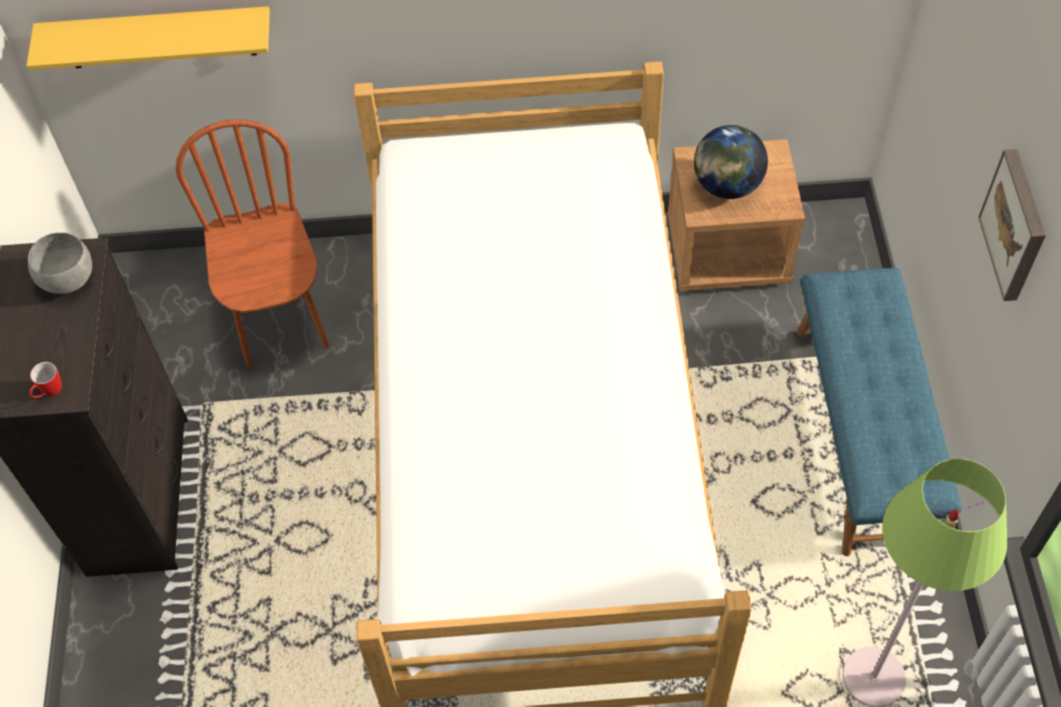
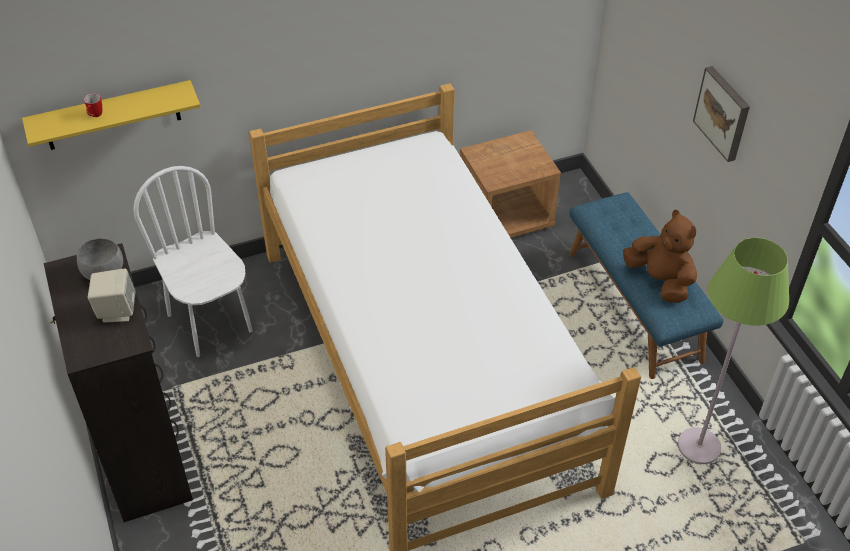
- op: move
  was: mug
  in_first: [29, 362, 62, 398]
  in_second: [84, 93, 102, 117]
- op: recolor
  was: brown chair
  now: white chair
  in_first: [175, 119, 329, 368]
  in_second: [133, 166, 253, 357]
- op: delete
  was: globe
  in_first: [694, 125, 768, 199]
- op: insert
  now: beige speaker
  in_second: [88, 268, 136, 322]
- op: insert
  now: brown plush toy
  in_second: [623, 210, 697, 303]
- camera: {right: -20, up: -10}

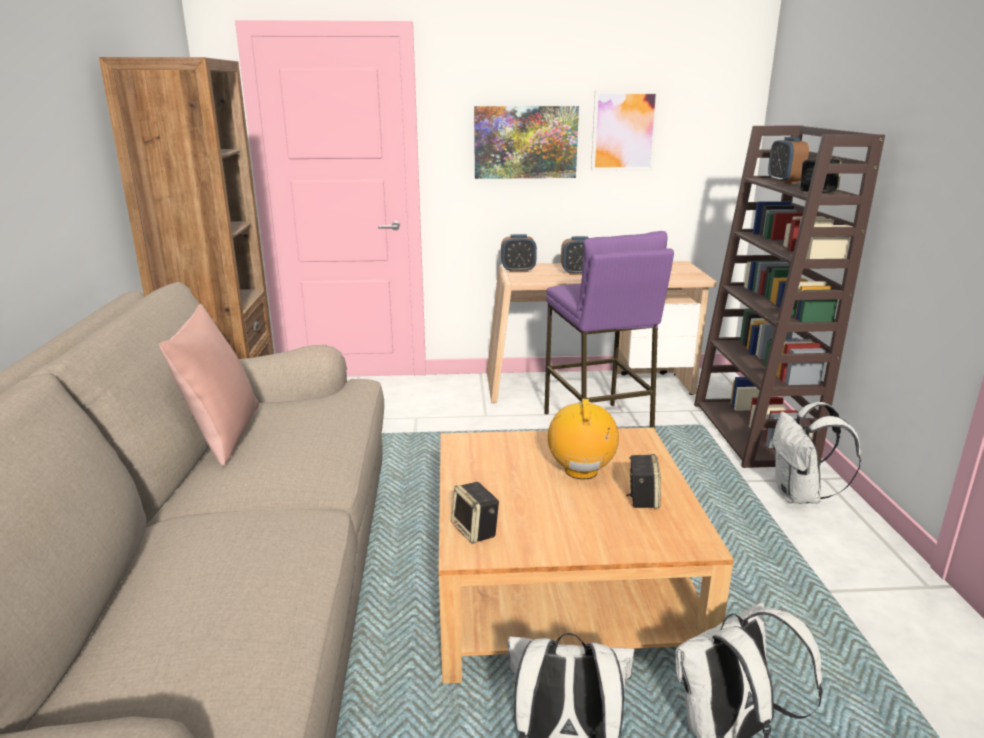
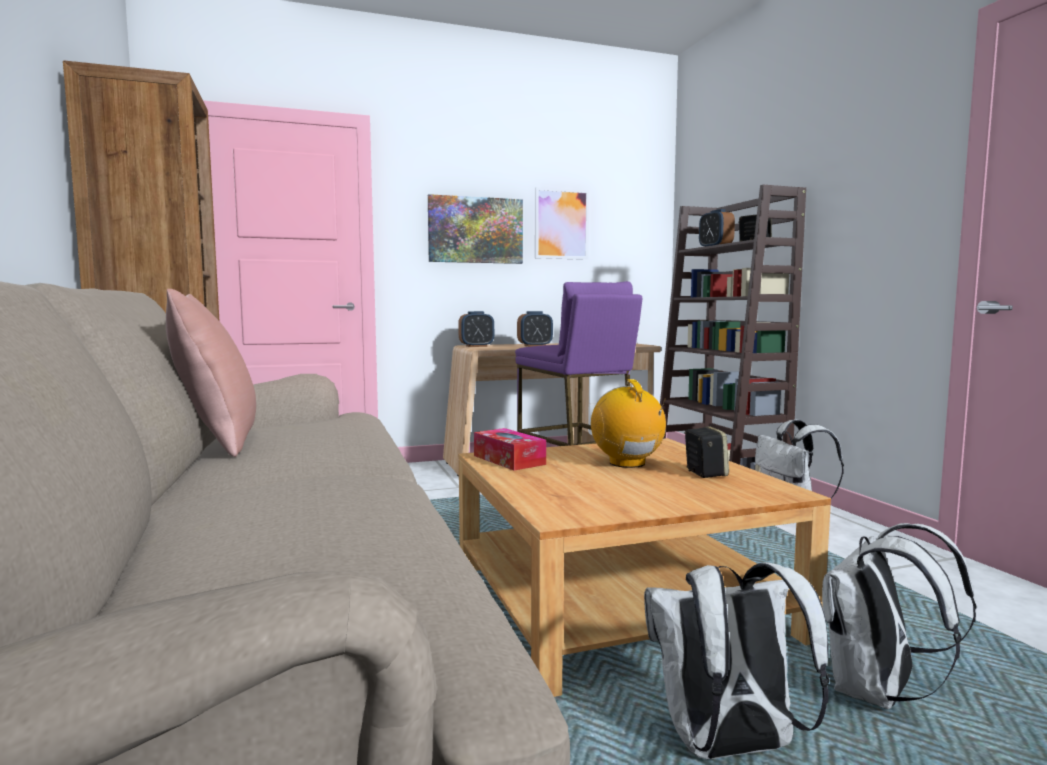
- op: delete
  was: speaker
  in_first: [451, 482, 499, 544]
- op: insert
  now: tissue box
  in_second: [474, 428, 546, 470]
- camera: {right: -15, up: -15}

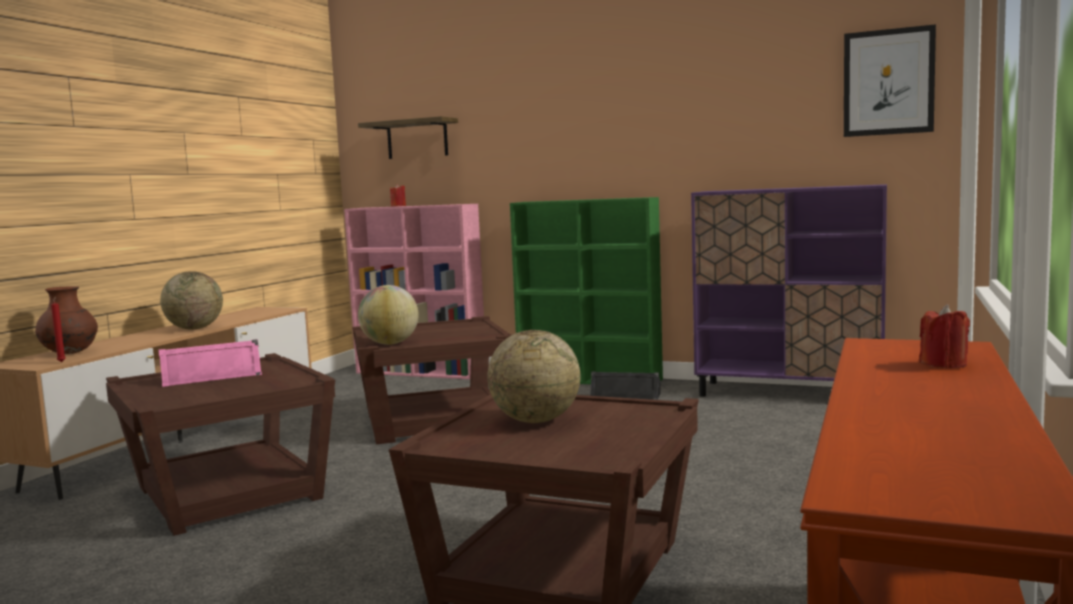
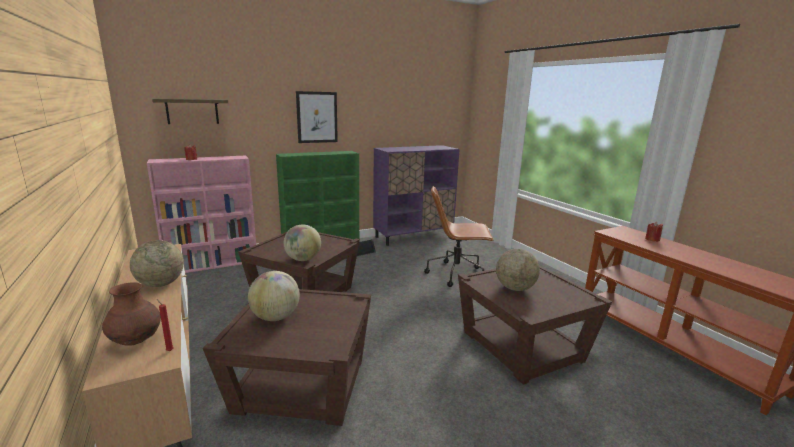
- op: replace
  was: pink speaker
  now: globe
  in_first: [159, 339, 262, 387]
  in_second: [248, 271, 300, 321]
- op: move
  was: picture
  in_first: [844, 24, 936, 137]
  in_second: [296, 91, 338, 143]
- op: insert
  now: brown office chair
  in_second: [424, 186, 494, 287]
- camera: {right: -50, up: 10}

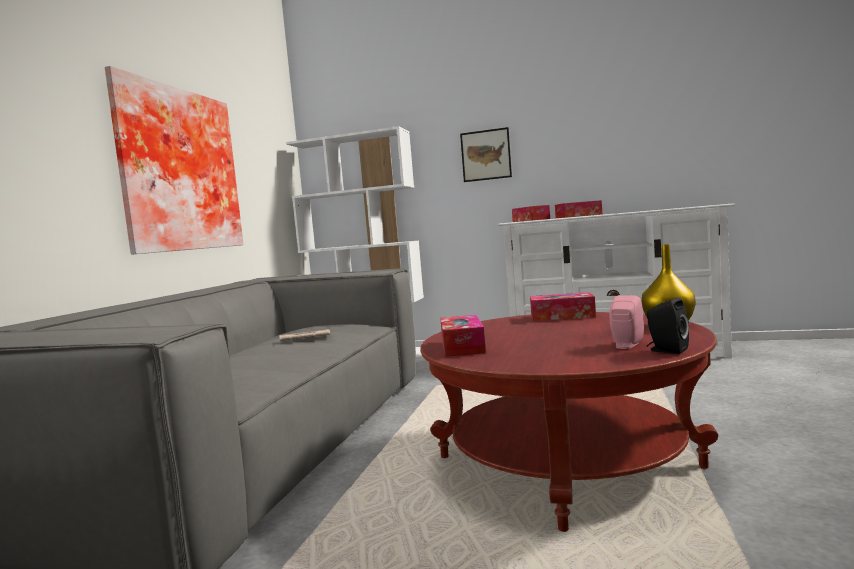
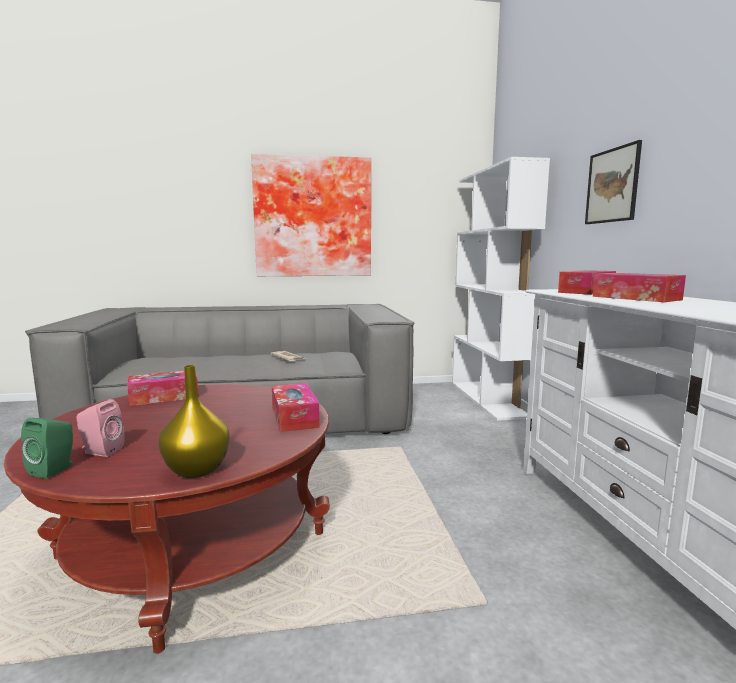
- op: recolor
  was: black speaker
  now: green speaker
  in_first: [647, 298, 689, 354]
  in_second: [21, 418, 73, 479]
- camera: {right: 65, up: 5}

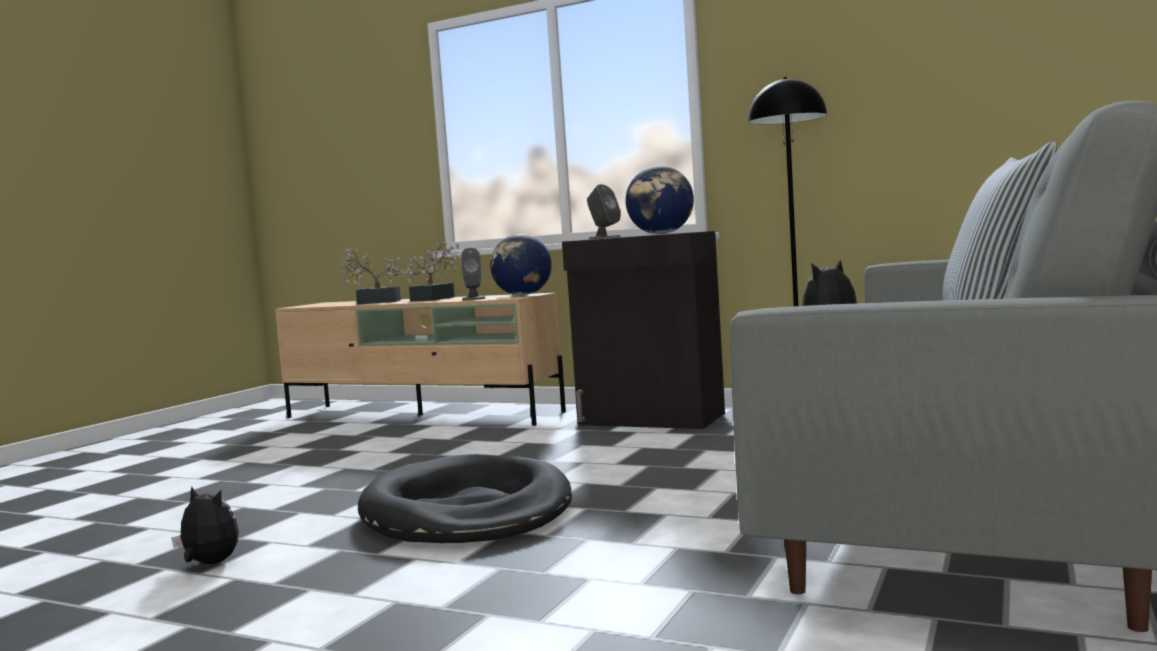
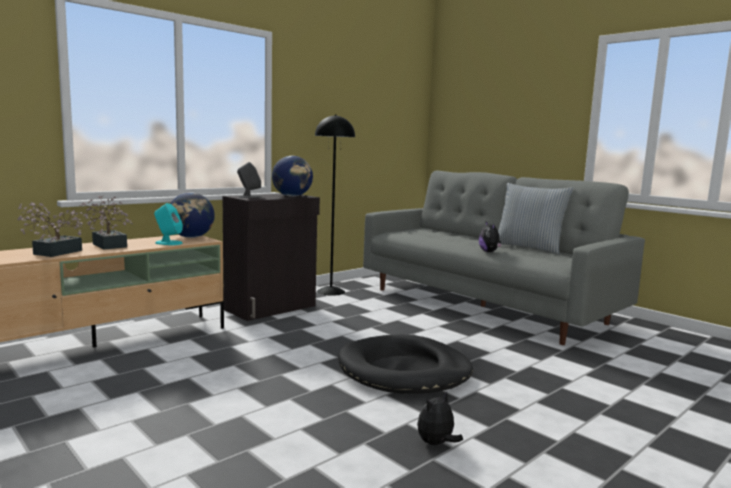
- op: recolor
  was: grey speaker
  now: turquoise speaker
  in_first: [461, 248, 486, 300]
  in_second: [154, 203, 183, 245]
- camera: {right: -70, up: 5}

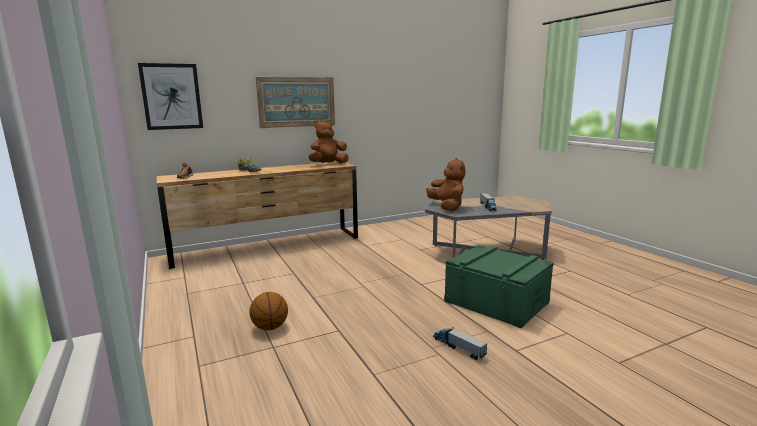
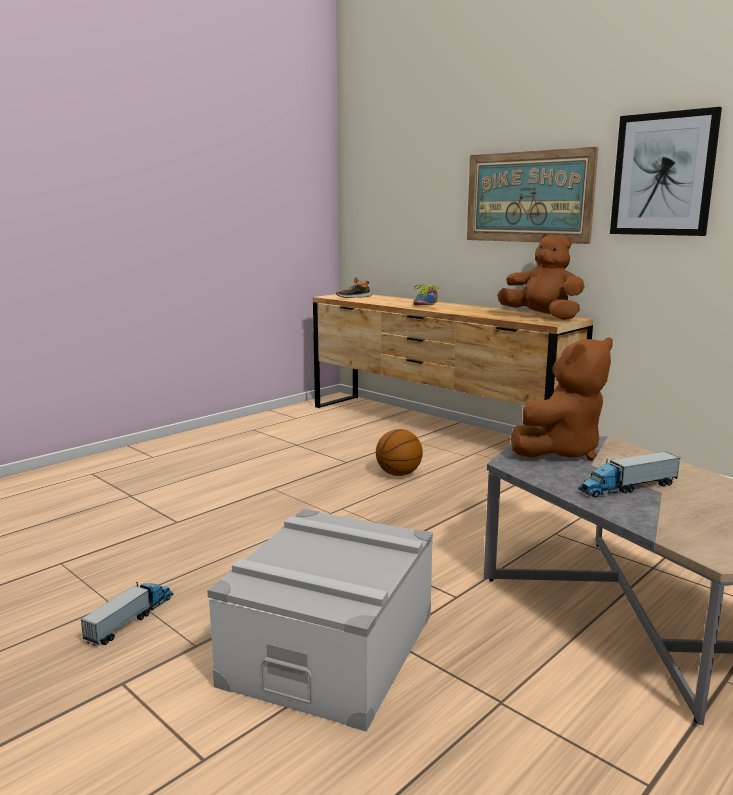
- op: move
  was: picture
  in_first: [138, 63, 203, 130]
  in_second: [610, 107, 722, 236]
- op: move
  was: basketball
  in_first: [249, 292, 288, 330]
  in_second: [376, 429, 423, 476]
- op: recolor
  was: green storage box
  now: grey storage box
  in_first: [444, 245, 554, 328]
  in_second: [207, 509, 433, 732]
- camera: {right: 70, up: 0}

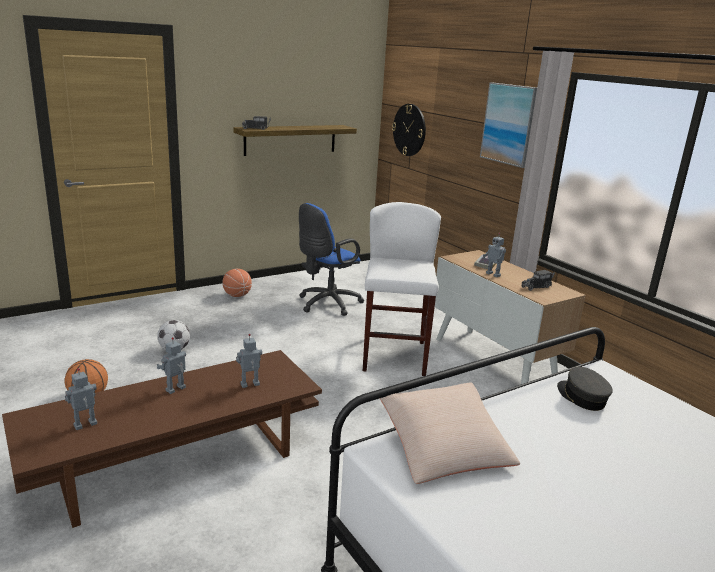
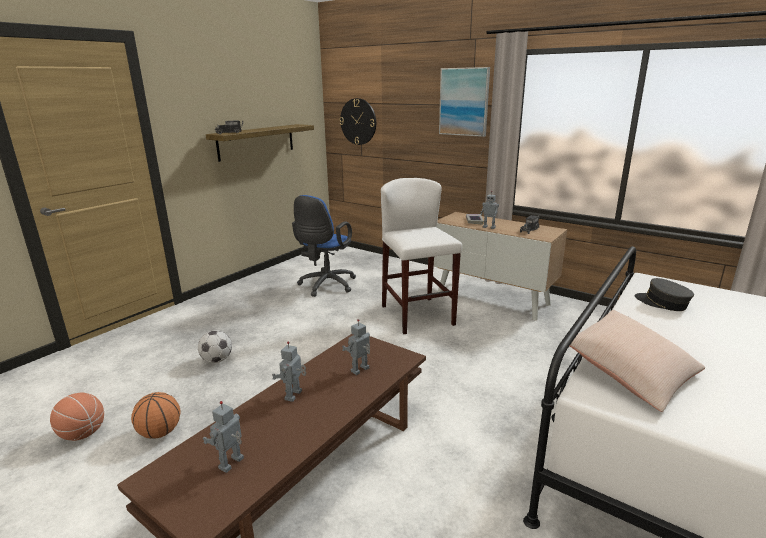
- op: move
  was: basketball
  in_first: [223, 269, 252, 297]
  in_second: [50, 393, 104, 441]
- camera: {right: -20, up: 0}

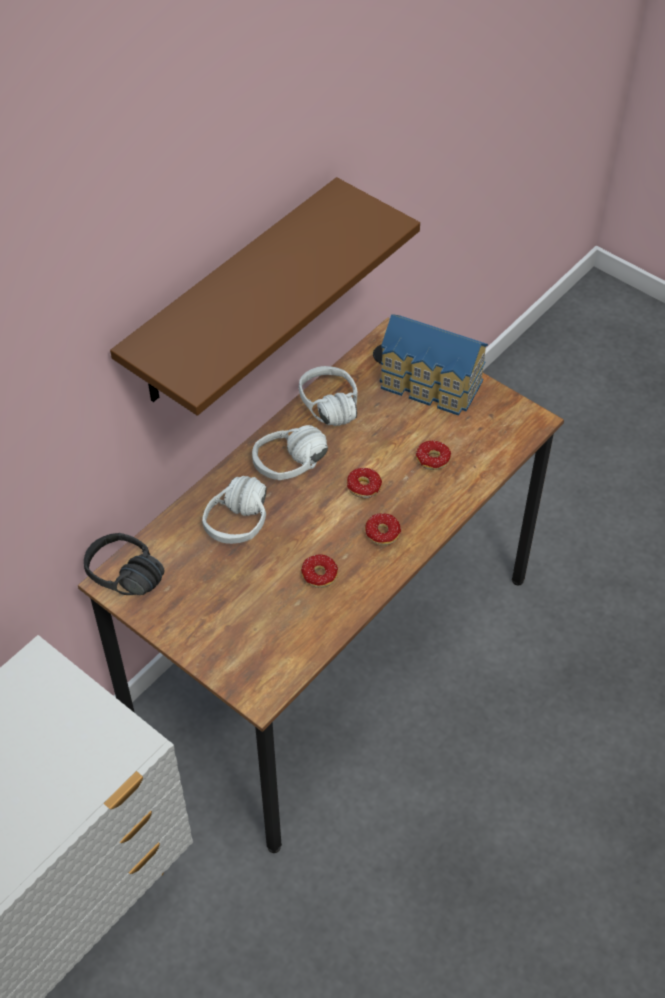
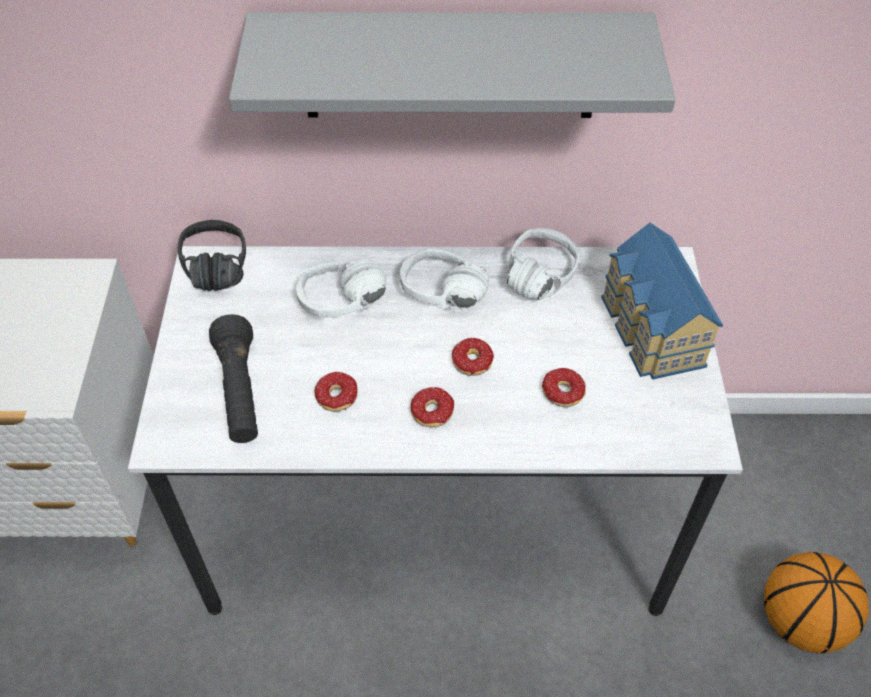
- op: recolor
  was: brown desk
  now: white desk
  in_first: [78, 317, 564, 853]
  in_second: [128, 246, 743, 616]
- op: recolor
  was: brown shelf
  now: grey shelf
  in_first: [110, 177, 420, 416]
  in_second: [229, 12, 676, 118]
- op: insert
  now: black flashlight
  in_second: [209, 314, 258, 443]
- op: insert
  now: basketball
  in_second: [764, 552, 869, 654]
- camera: {right: 50, up: 0}

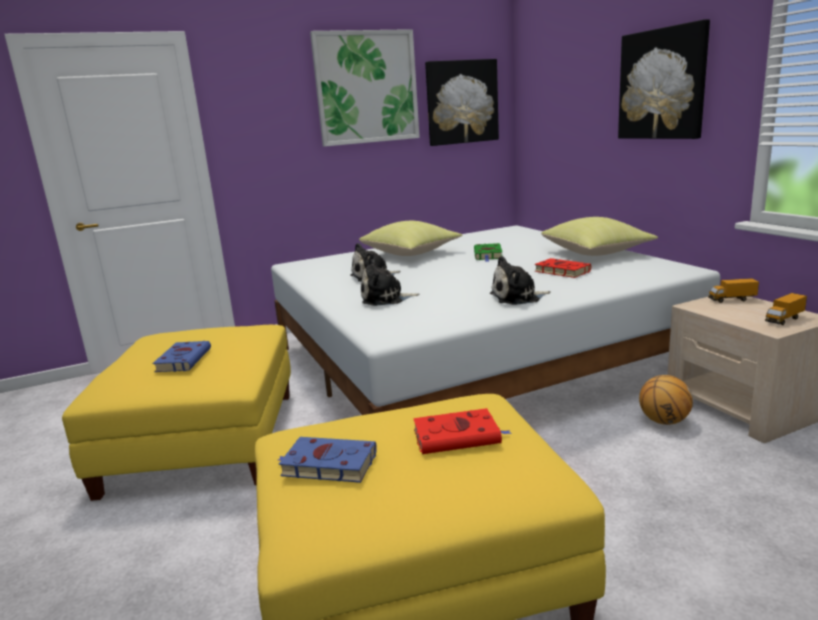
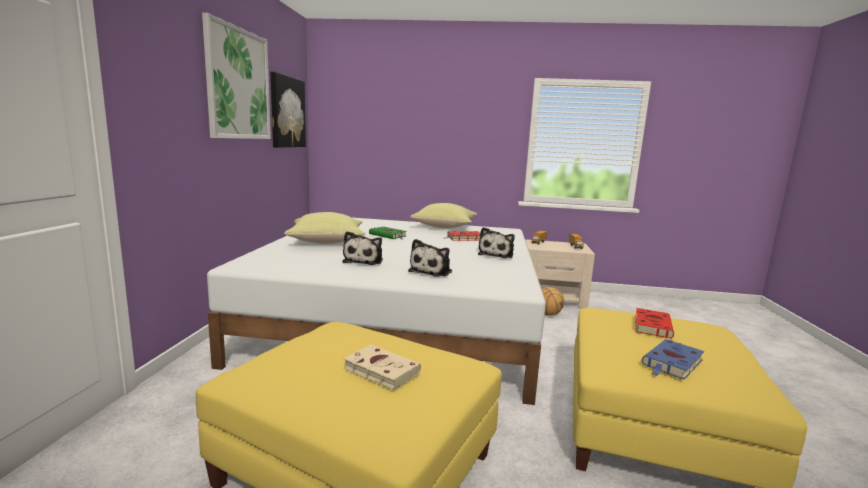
- op: recolor
  was: blue book
  now: beige book
  in_first: [152, 341, 211, 372]
  in_second: [343, 345, 421, 391]
- op: delete
  was: picture
  in_first: [618, 19, 710, 139]
- camera: {right: -60, up: -5}

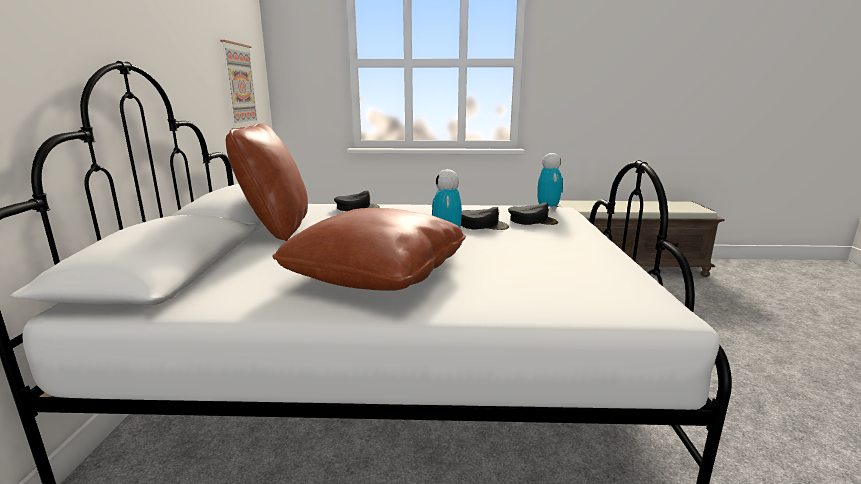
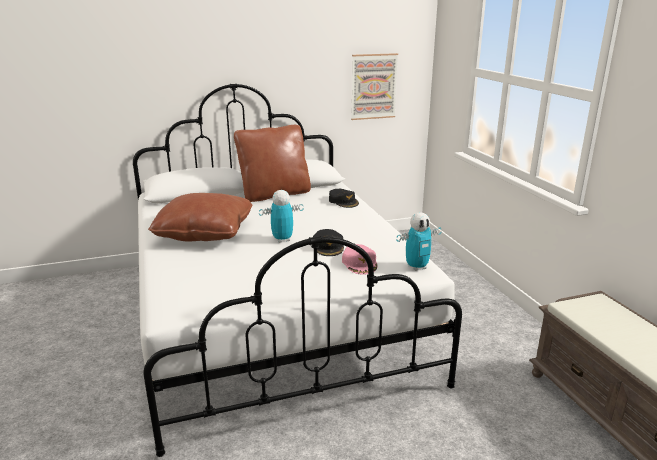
- op: recolor
  was: black cap
  now: pink cap
  in_first: [508, 203, 558, 225]
  in_second: [342, 244, 377, 275]
- camera: {right: 70, up: 5}

